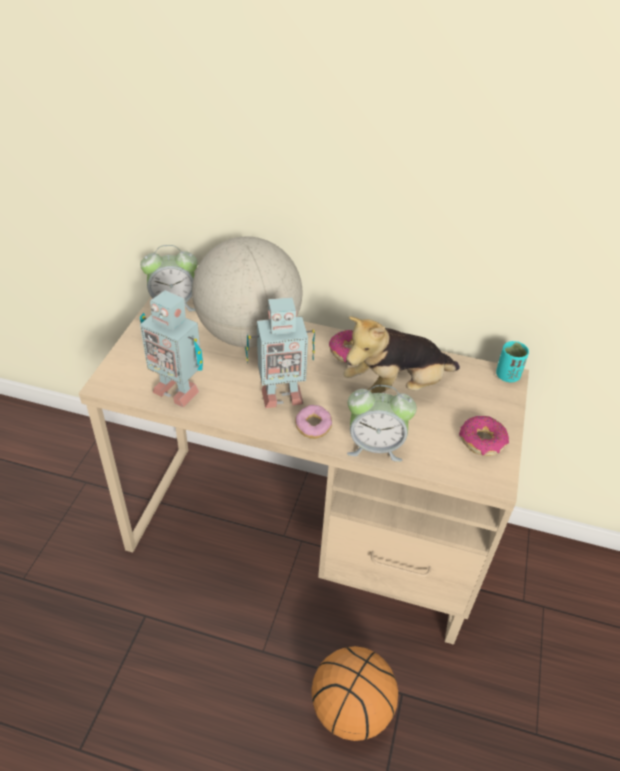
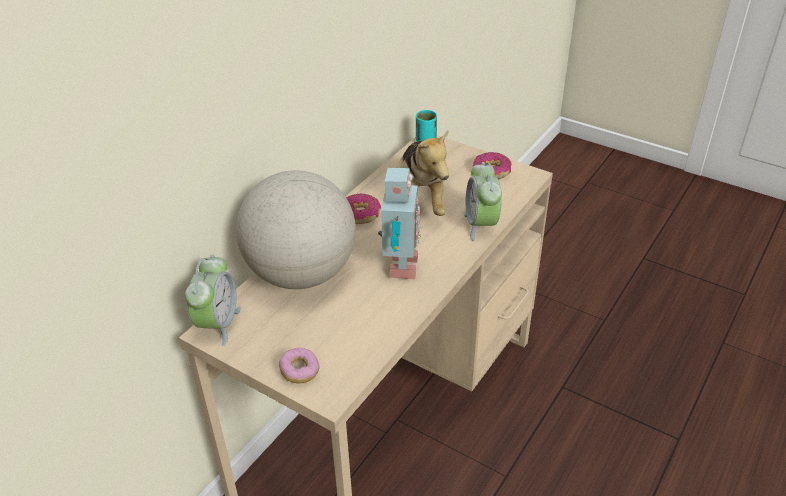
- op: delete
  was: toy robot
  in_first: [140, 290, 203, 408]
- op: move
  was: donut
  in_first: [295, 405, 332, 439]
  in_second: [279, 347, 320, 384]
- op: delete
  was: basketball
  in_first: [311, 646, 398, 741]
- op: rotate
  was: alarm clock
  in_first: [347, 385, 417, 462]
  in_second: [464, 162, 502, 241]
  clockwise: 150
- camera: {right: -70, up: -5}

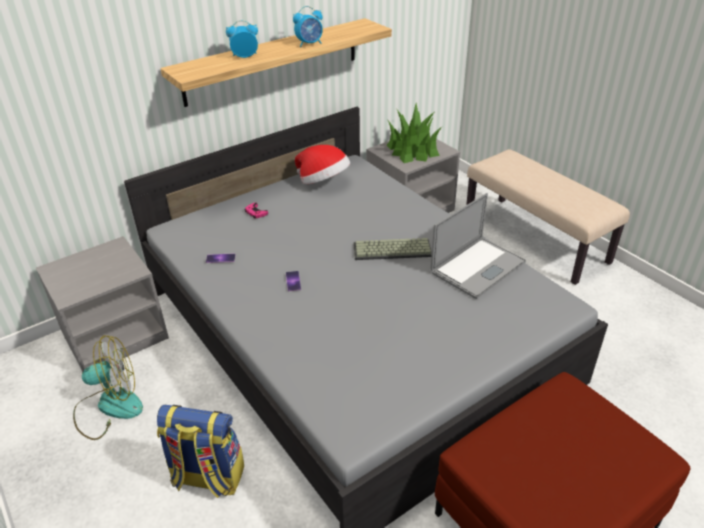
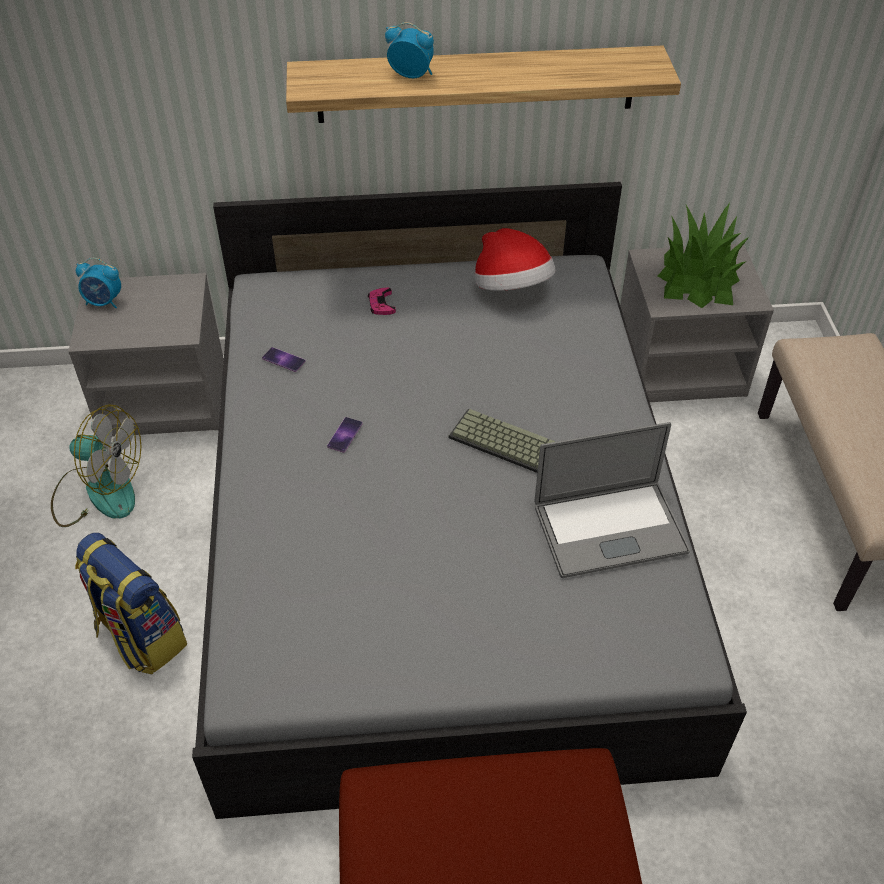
- op: move
  was: alarm clock
  in_first: [293, 6, 323, 47]
  in_second: [76, 258, 121, 308]
- camera: {right: 30, up: 10}

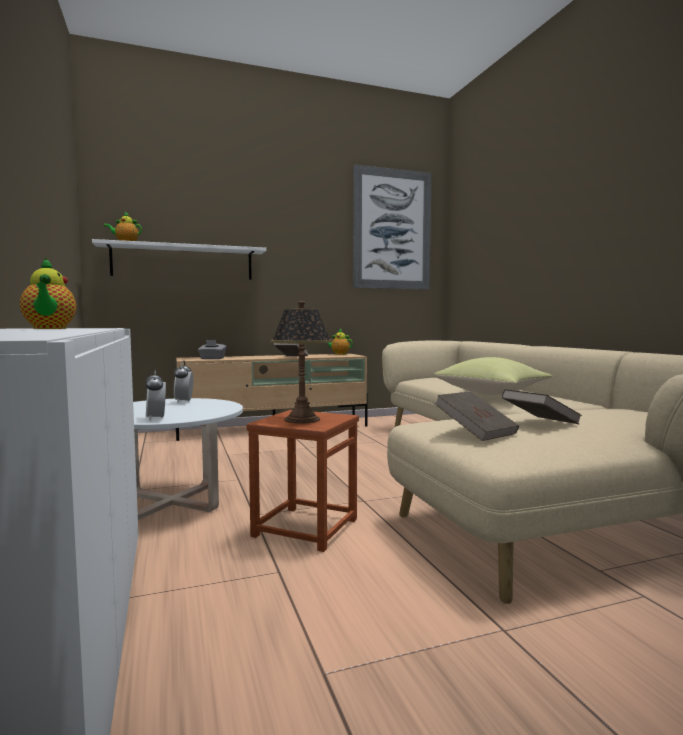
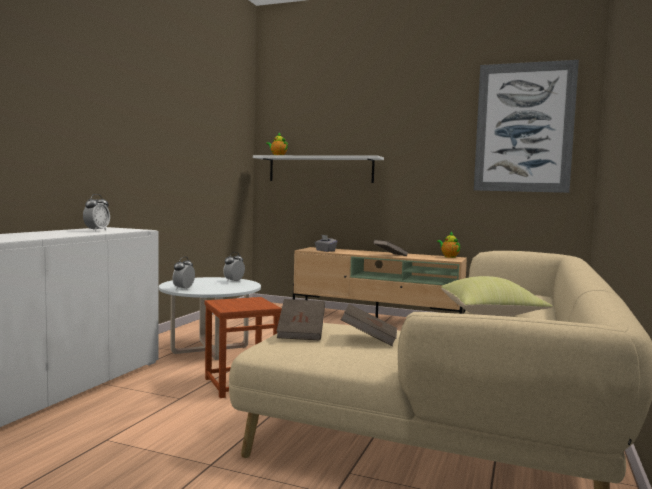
- op: replace
  was: teapot
  now: alarm clock
  in_first: [20, 257, 76, 329]
  in_second: [83, 194, 110, 231]
- op: delete
  was: table lamp
  in_first: [270, 300, 332, 424]
- camera: {right: 40, up: 0}

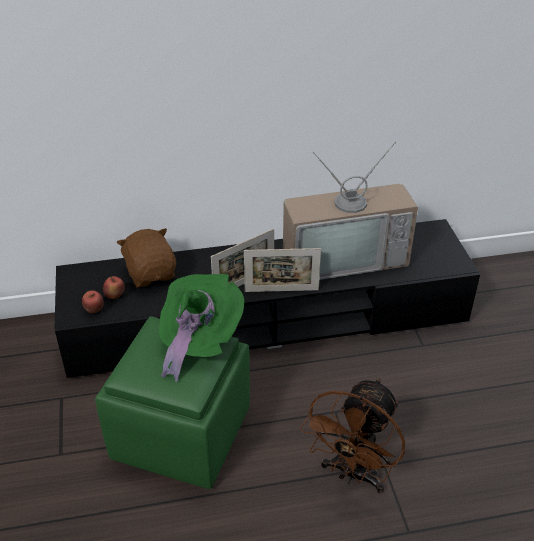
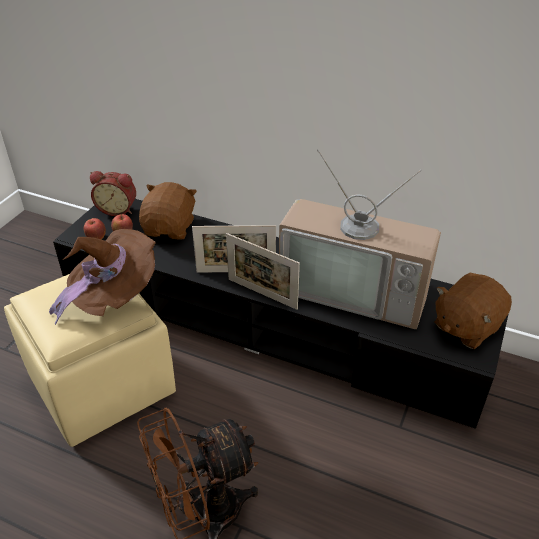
- op: recolor
  was: green ottoman
  now: beige ottoman
  in_first: [95, 316, 250, 489]
  in_second: [4, 274, 176, 447]
- op: recolor
  was: green hat
  now: brown hat
  in_first: [159, 274, 244, 382]
  in_second: [49, 229, 156, 325]
- op: insert
  now: alarm clock
  in_second: [90, 171, 136, 216]
- op: insert
  now: brown plush toy
  in_second: [435, 273, 512, 349]
- camera: {right: 35, up: 0}

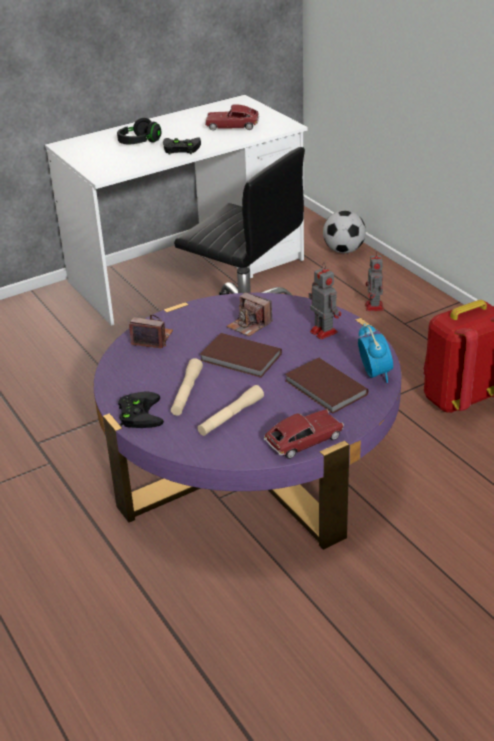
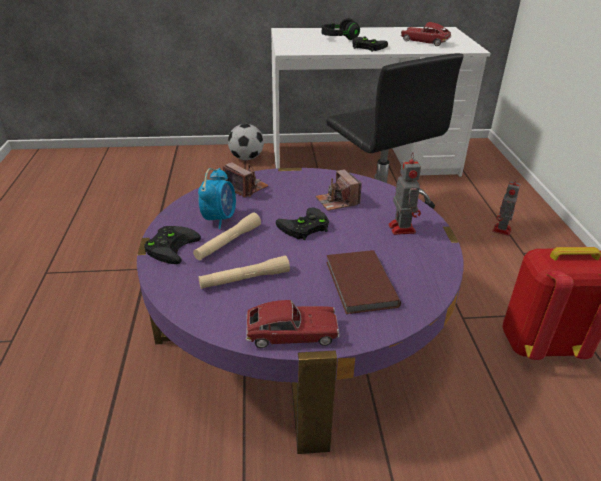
- op: replace
  was: brown book
  now: black game controller
  in_first: [200, 333, 282, 378]
  in_second: [276, 207, 329, 240]
- op: move
  was: football
  in_first: [323, 210, 366, 253]
  in_second: [228, 124, 264, 160]
- op: move
  was: alarm clock
  in_first: [358, 324, 393, 383]
  in_second: [198, 168, 236, 229]
- camera: {right: 25, up: 0}

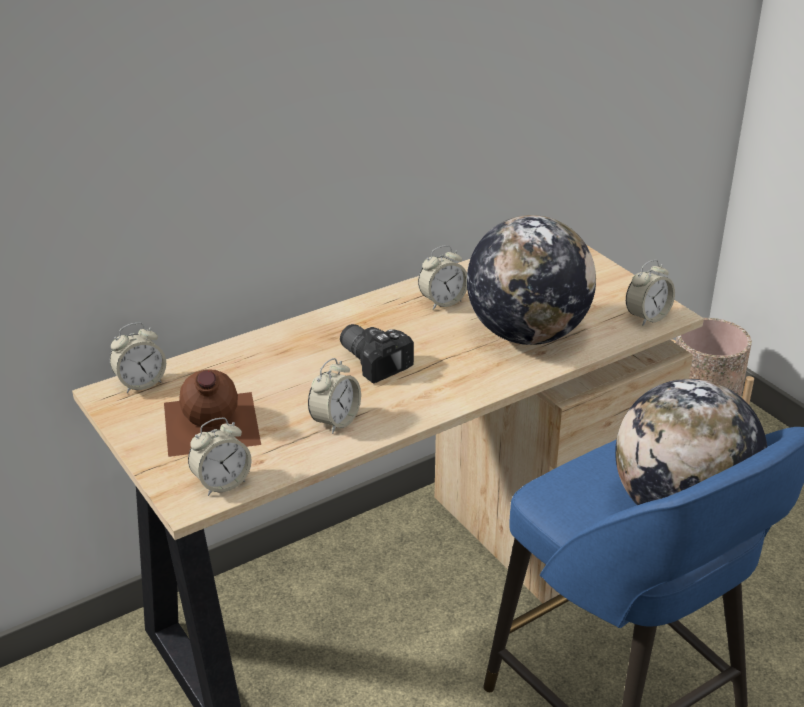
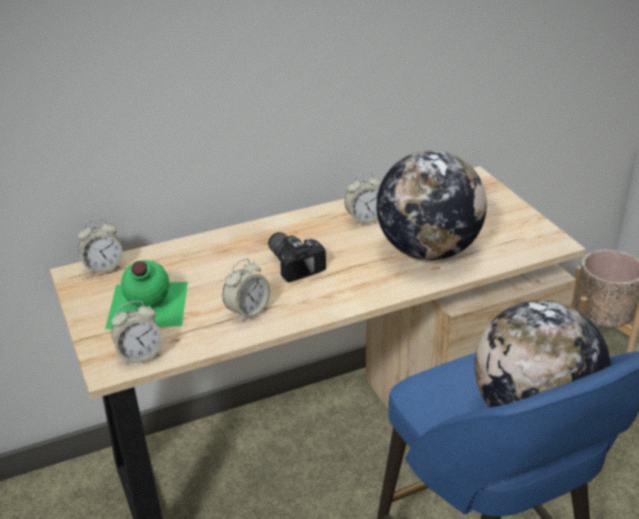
- op: recolor
  was: brown bottle
  now: green bottle
  in_first: [164, 369, 261, 457]
  in_second: [105, 260, 188, 329]
- op: delete
  was: alarm clock
  in_first: [626, 260, 675, 326]
- camera: {right: 10, up: 0}

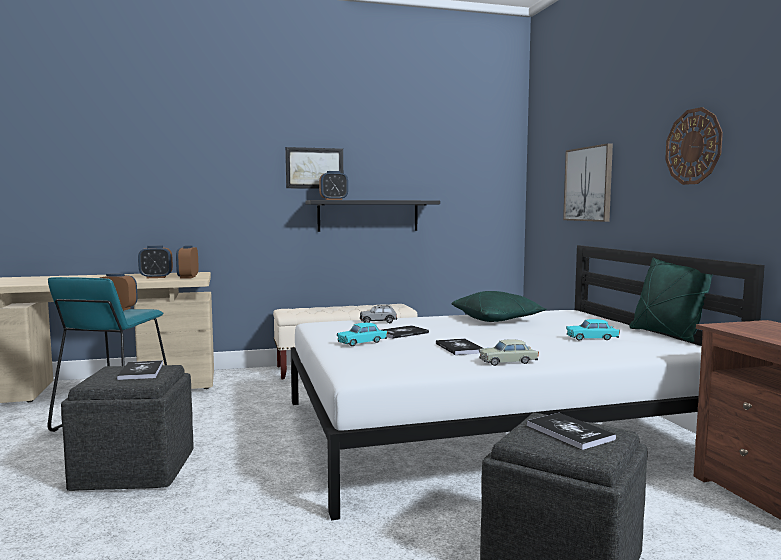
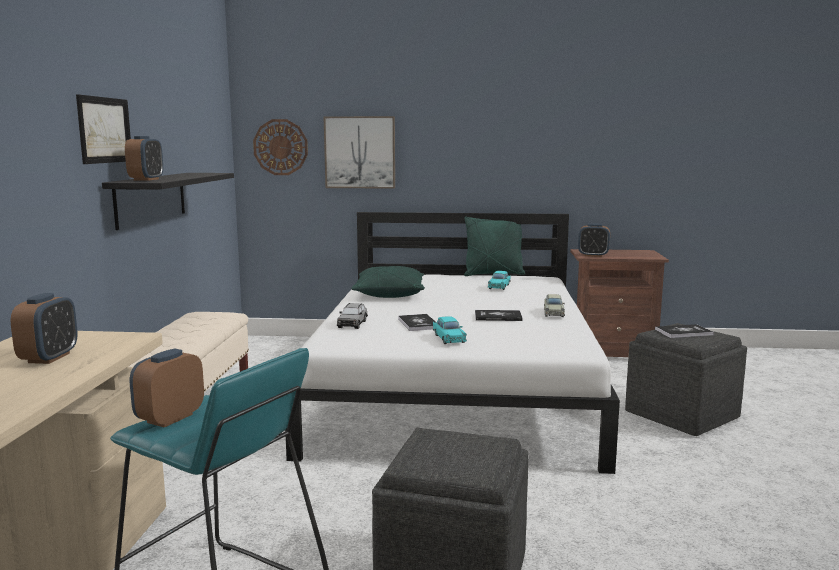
- op: delete
  was: book
  in_first: [117, 360, 163, 380]
- op: move
  was: alarm clock
  in_first: [176, 245, 199, 278]
  in_second: [578, 223, 610, 257]
- op: move
  was: wall clock
  in_first: [665, 107, 723, 185]
  in_second: [253, 119, 308, 175]
- camera: {right: -70, up: 5}

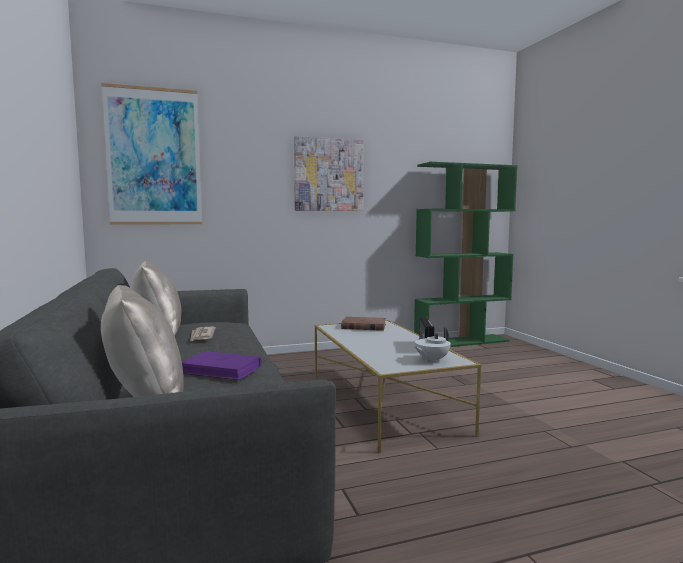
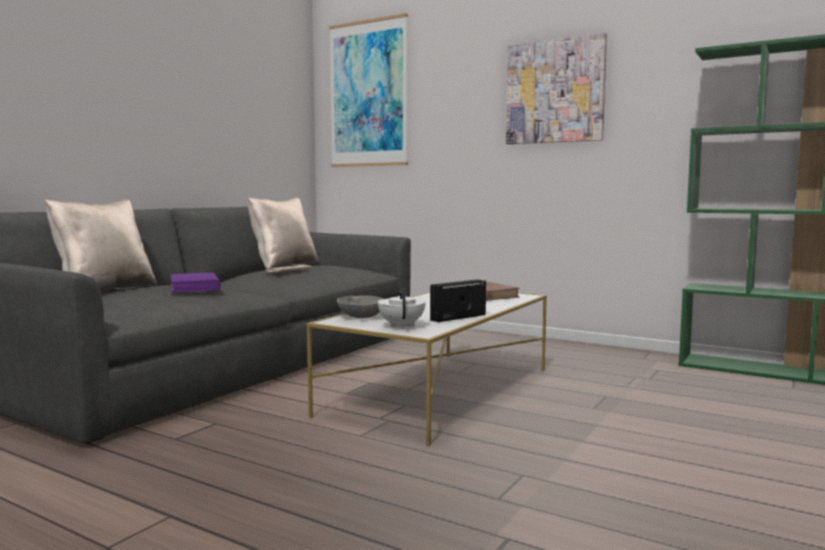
- op: rotate
  was: white teapot
  in_first: [415, 327, 451, 362]
  in_second: [378, 288, 426, 329]
  clockwise: 75
- op: insert
  now: grey bowl
  in_second: [337, 295, 384, 318]
- camera: {right: 50, up: 0}

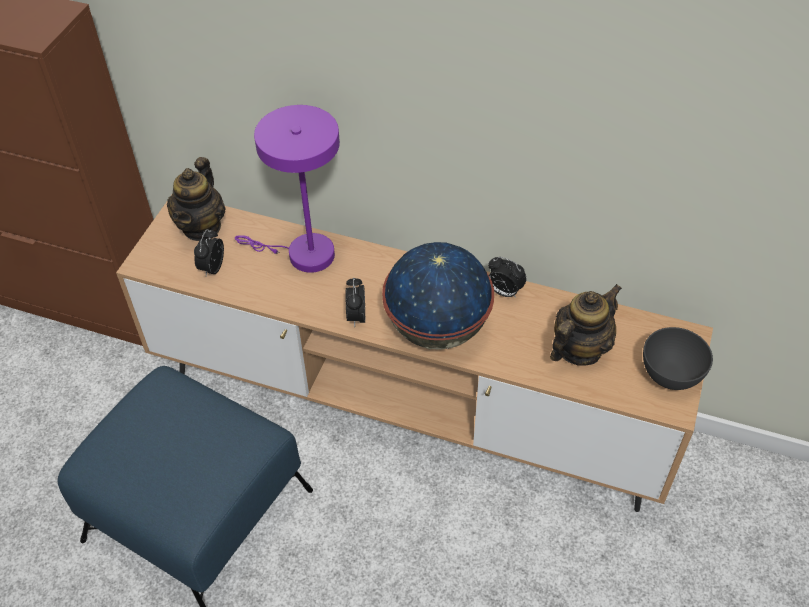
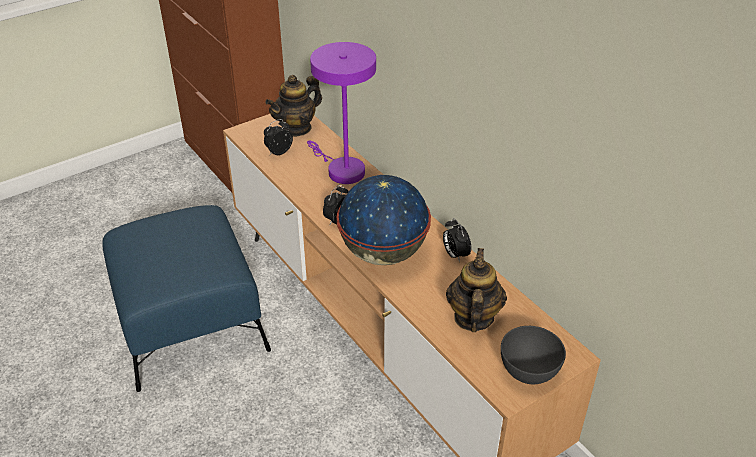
- op: rotate
  was: teapot
  in_first: [550, 284, 622, 366]
  in_second: [446, 248, 507, 332]
  clockwise: -75
- camera: {right: 35, up: -10}

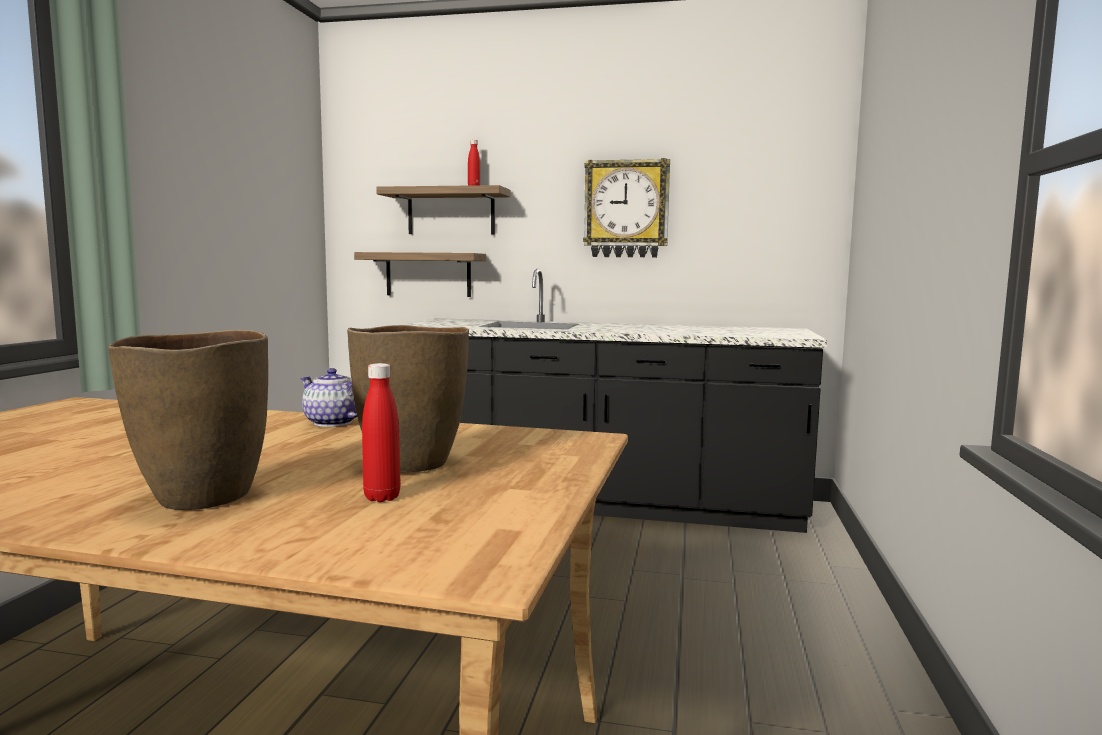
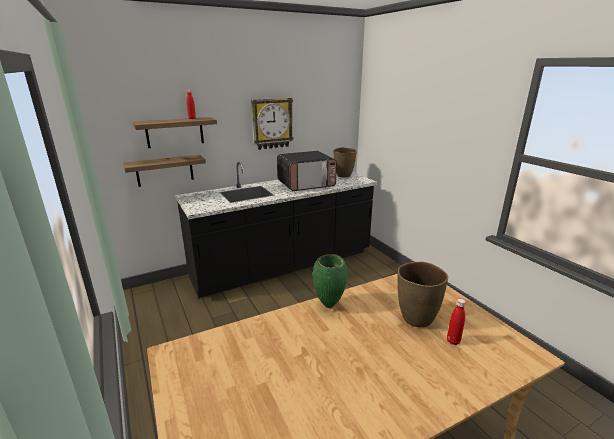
- op: move
  was: brown vase
  in_first: [108, 330, 268, 510]
  in_second: [334, 147, 357, 178]
- op: replace
  was: teapot
  now: green vase
  in_first: [301, 368, 357, 427]
  in_second: [313, 254, 348, 308]
- op: insert
  now: microwave
  in_second: [277, 151, 337, 191]
- camera: {right: -40, up: 15}

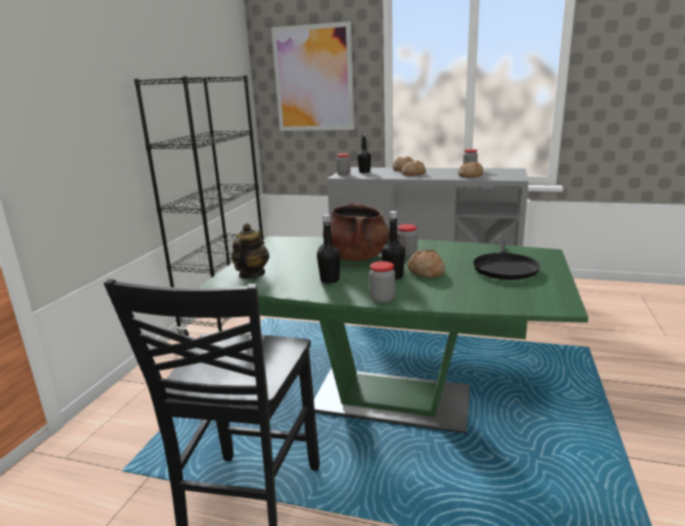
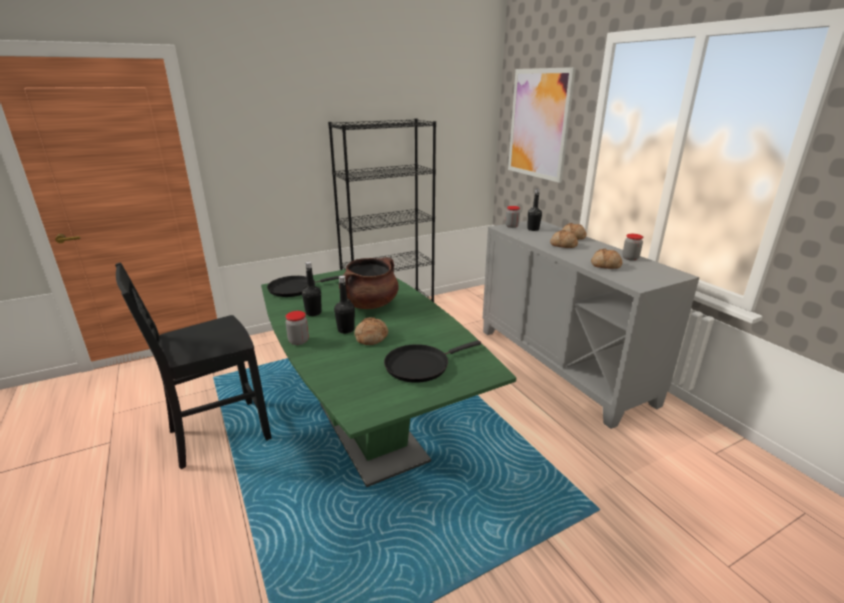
- op: replace
  was: teapot
  now: black frying pan
  in_first: [231, 223, 269, 279]
  in_second: [267, 275, 343, 297]
- op: delete
  was: jar
  in_first: [397, 224, 418, 257]
- camera: {right: 45, up: 5}

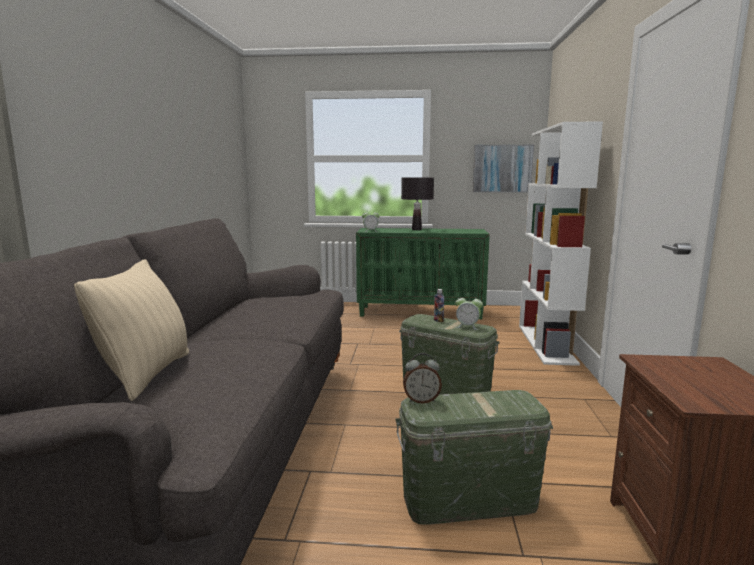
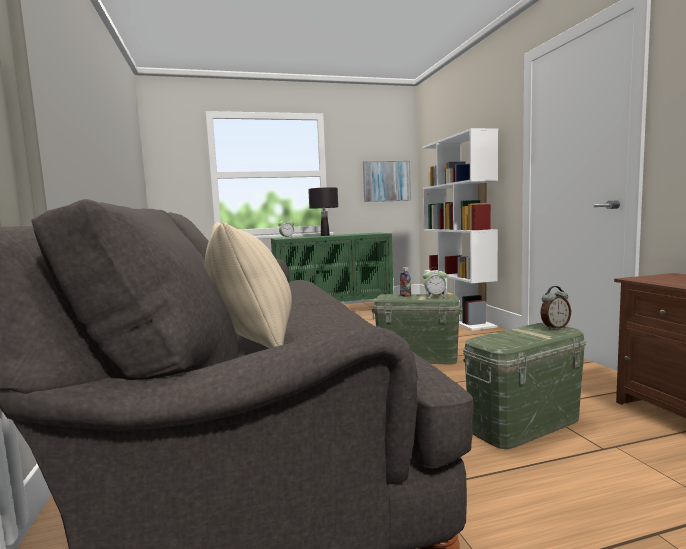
- op: move
  was: alarm clock
  in_first: [403, 353, 442, 404]
  in_second: [540, 286, 571, 330]
- camera: {right: -20, up: -5}

